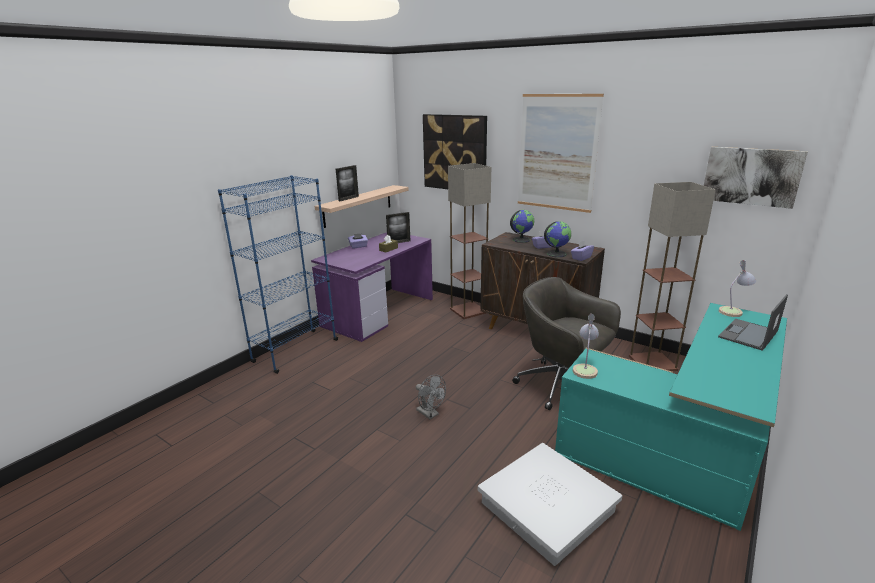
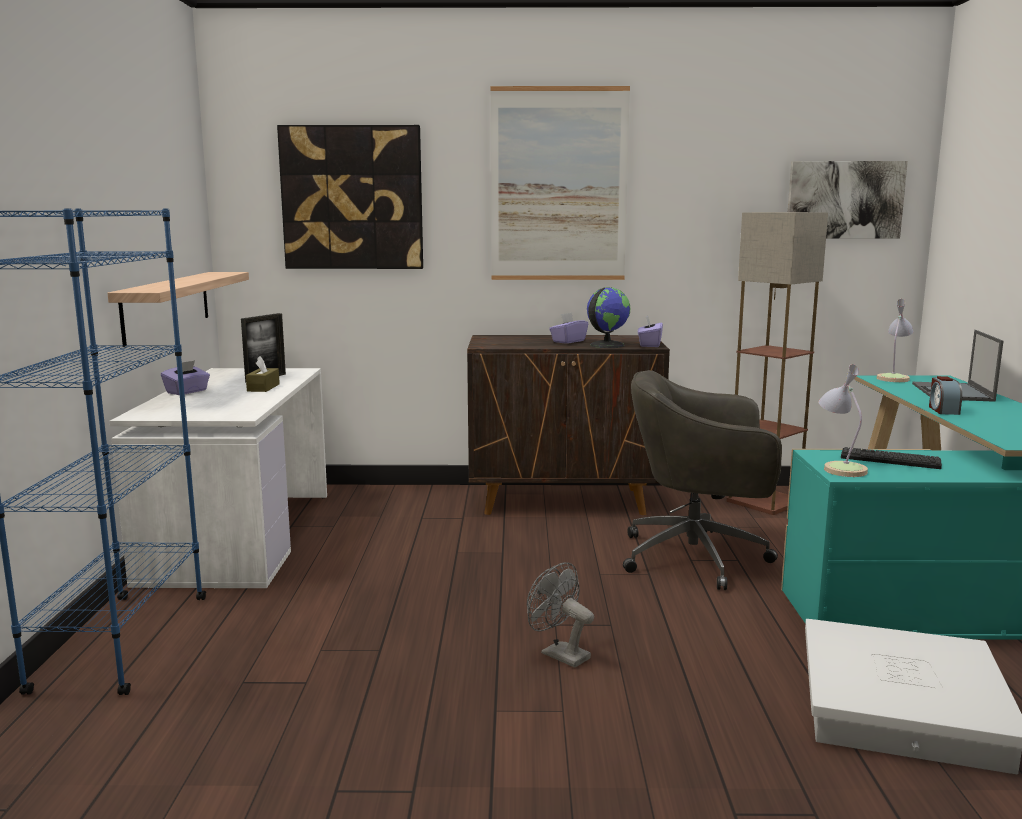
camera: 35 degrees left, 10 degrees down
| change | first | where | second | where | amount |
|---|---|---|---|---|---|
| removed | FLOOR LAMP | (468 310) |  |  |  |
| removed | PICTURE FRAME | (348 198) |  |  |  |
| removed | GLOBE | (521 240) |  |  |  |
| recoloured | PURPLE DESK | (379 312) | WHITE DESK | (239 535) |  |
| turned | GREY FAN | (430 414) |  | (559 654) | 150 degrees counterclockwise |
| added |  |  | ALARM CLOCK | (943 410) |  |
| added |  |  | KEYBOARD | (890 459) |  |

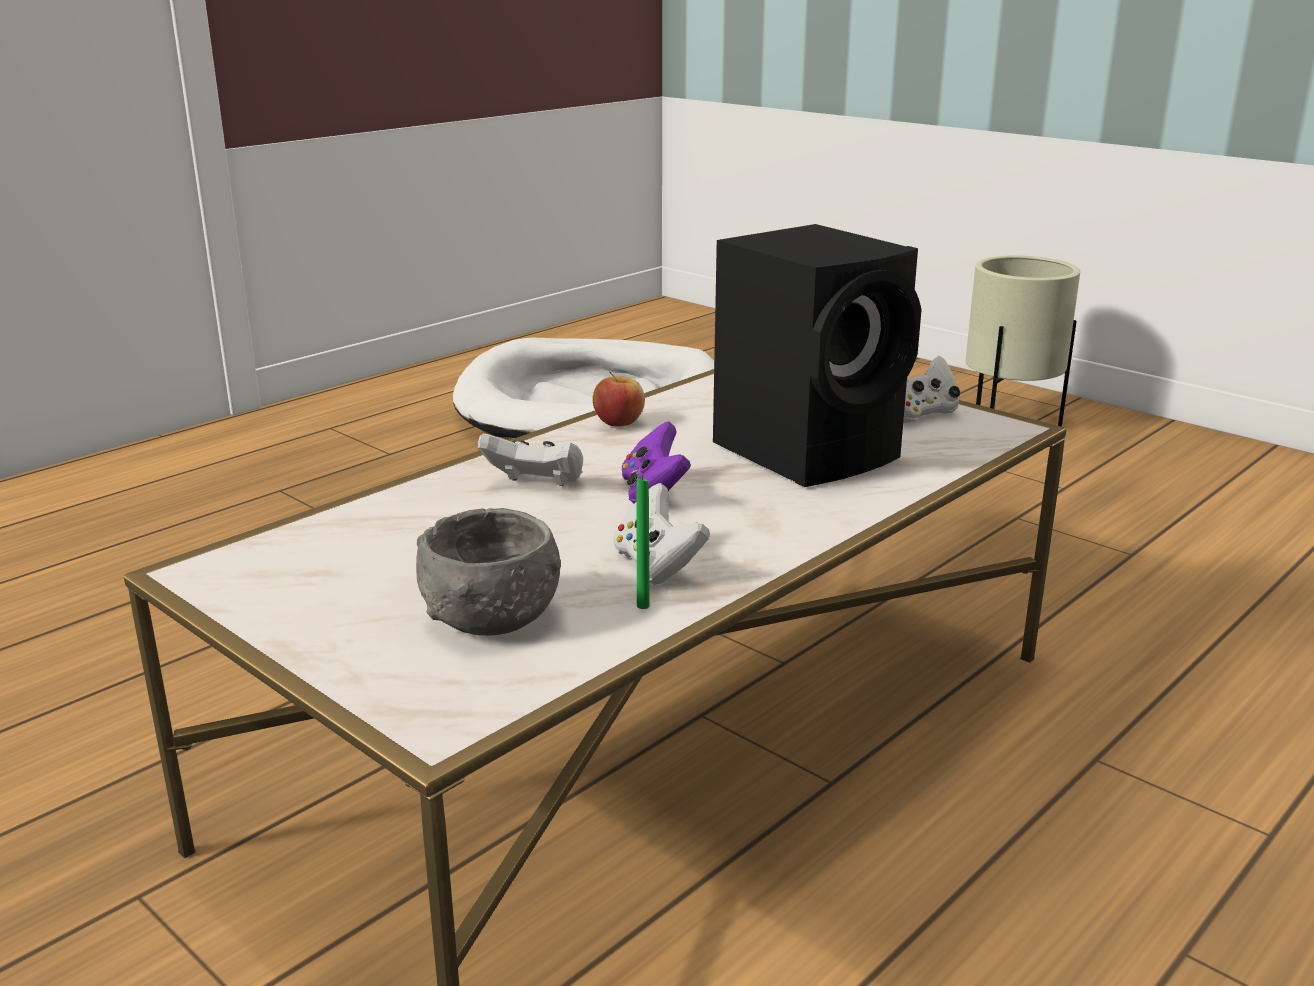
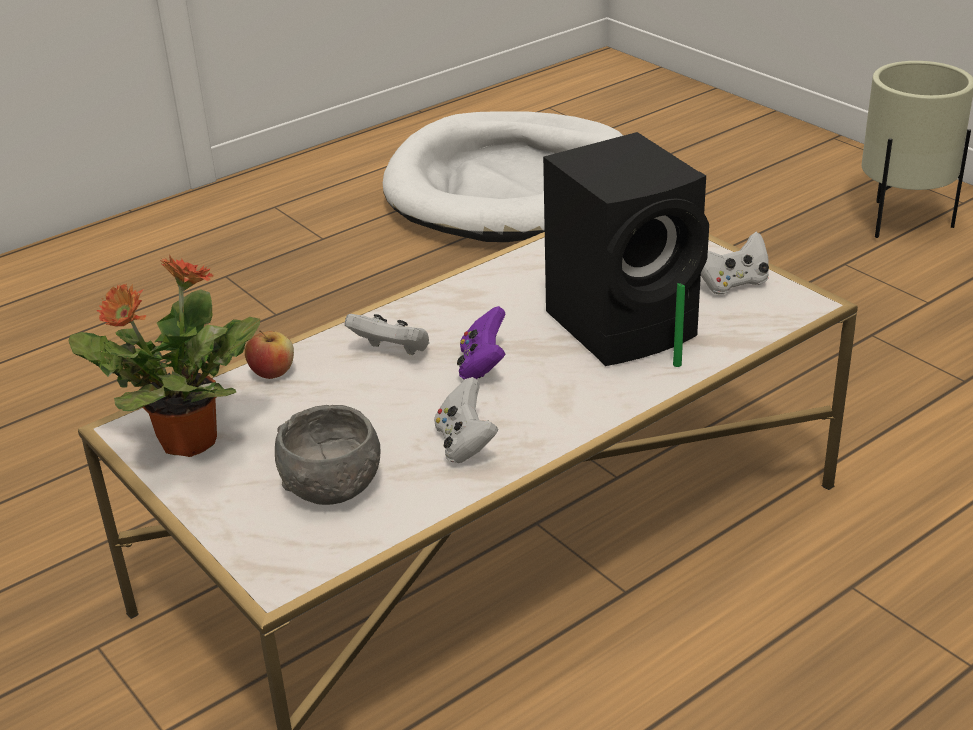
camera: 10 degrees right, 10 degrees up
| change | first | where | second | where | amount |
|---|---|---|---|---|---|
| moved | APPLE | (619 422) |  | (272 372) |  |
| moved | GREEN CANDLE | (643 606) |  | (677 364) |  |
| added |  |  | POTTED PLANT | (186 441) |  |

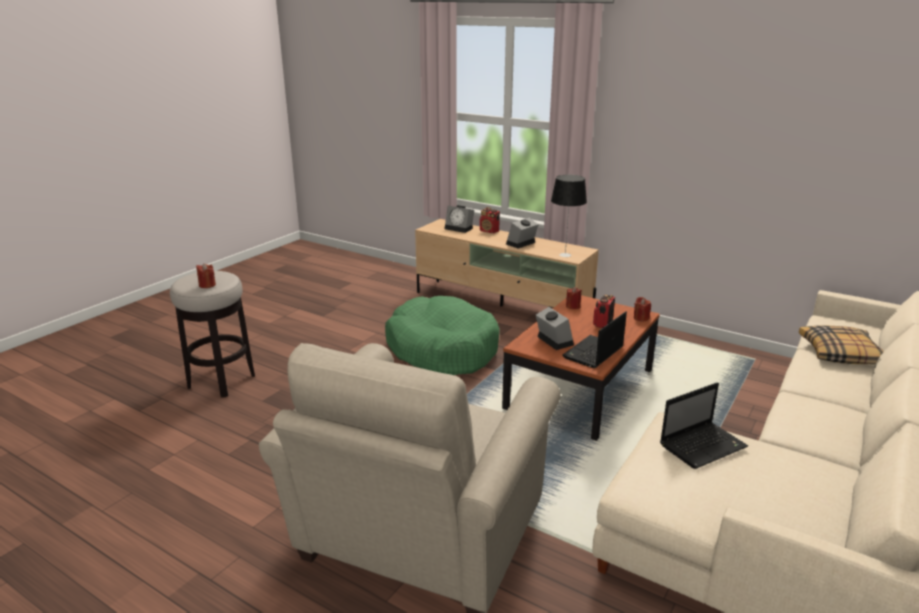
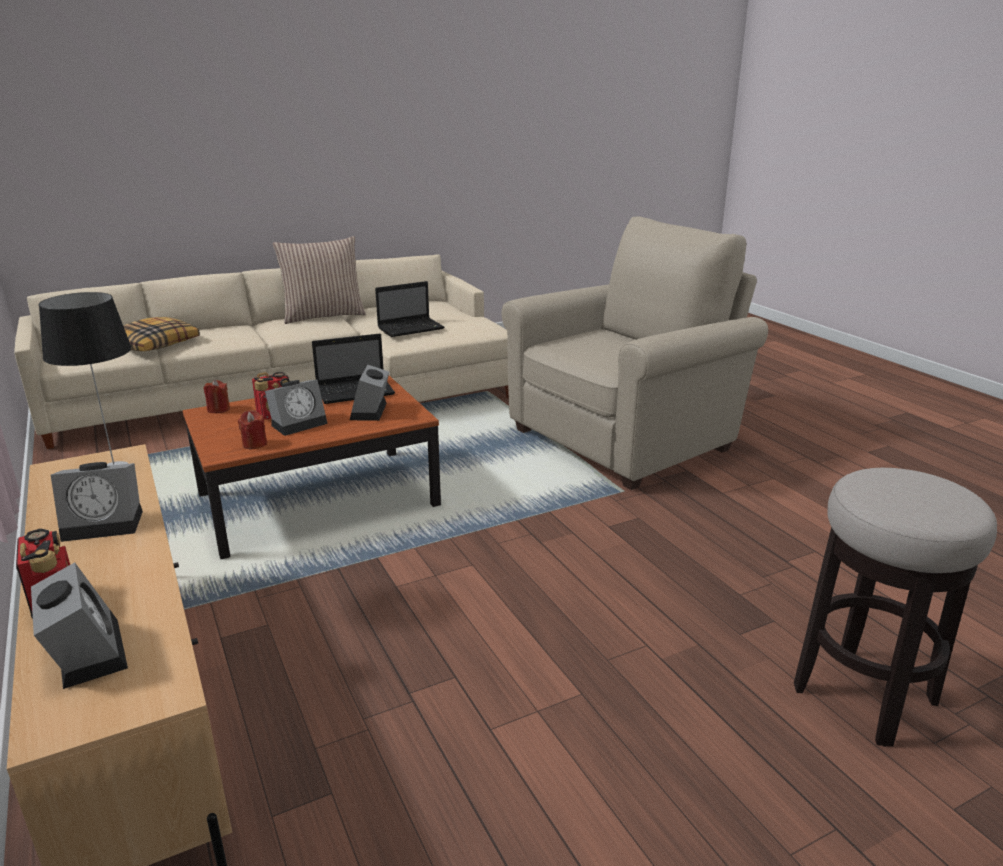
camera: 150 degrees left, 0 degrees up
| change | first | where | second | where | amount |
|---|---|---|---|---|---|
| removed | RED CANDLE | (207 285) |  |  |  |
| removed | GREEN DOG BED | (442 349) |  |  |  |
| turned | LAPTOP | (703 445) |  | (412 328) | 150 degrees clockwise |
| added |  |  | PILLOW | (323 316) |  |
| added |  |  | ALARM CLOCK | (299 423) |  |

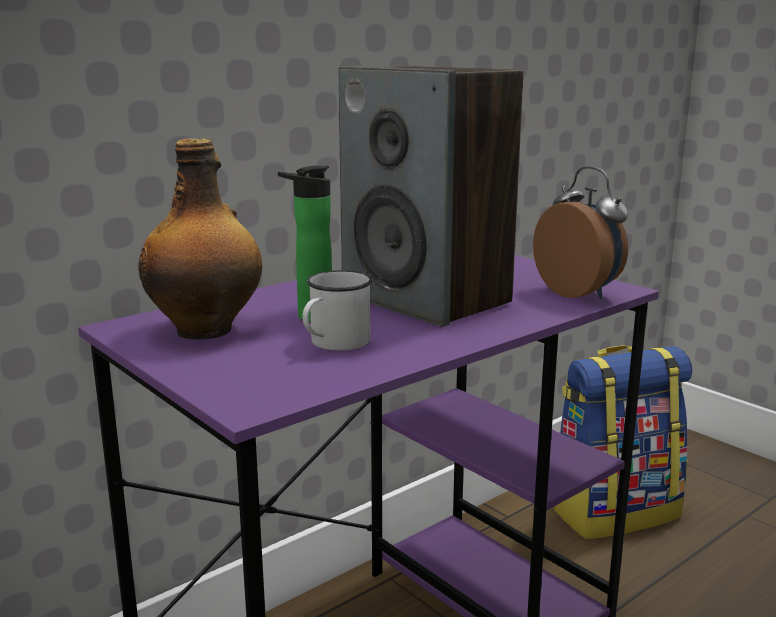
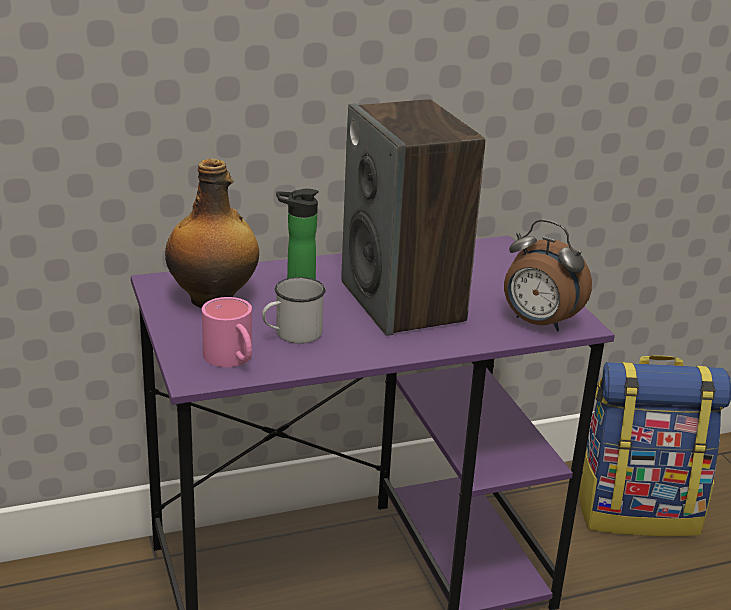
camera: 20 degrees right, 10 degrees up
| change | first | where | second | where | amount |
|---|---|---|---|---|---|
| turned | ALARM CLOCK | (580 293) |  | (538 323) | 135 degrees clockwise |
| added |  |  | PINK MUG | (233 360) |  |

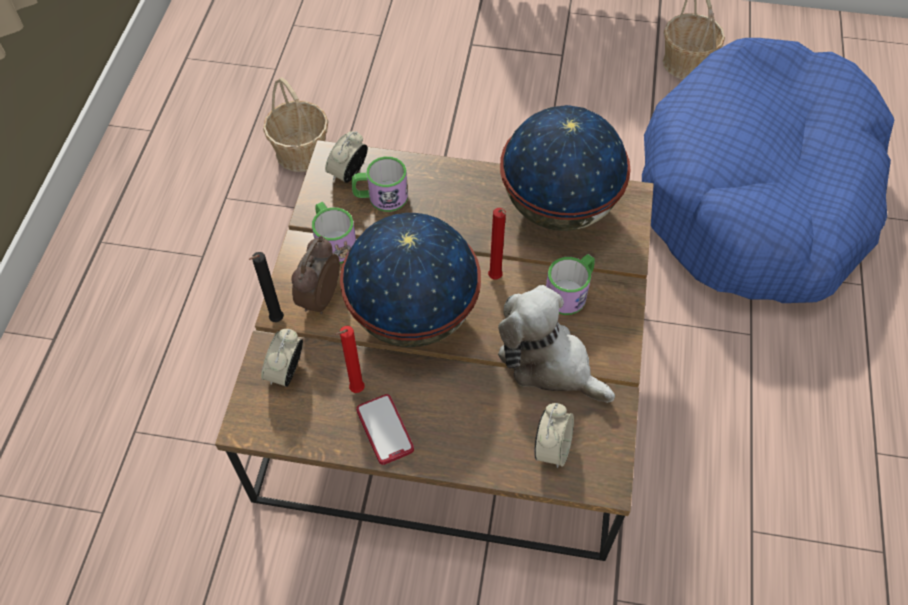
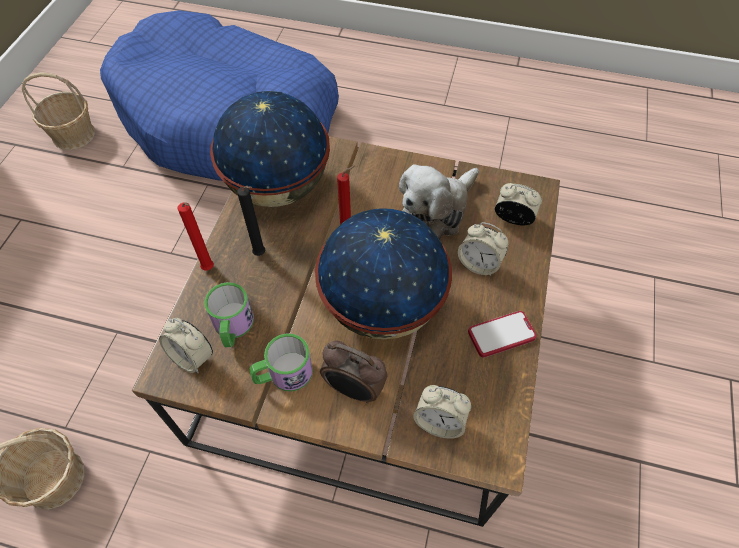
camera: 85 degrees left, 0 degrees up
| change | first | where | second | where | amount |
|---|---|---|---|---|---|
| moved | BLACK CANDLE | (275 321) |  | (261 254) |  |
| removed | MUG | (570 292) |  |  |  |
| moved | RED CANDLE | (355 391) |  | (209 269) |  |
| added |  |  | ALARM CLOCK | (479 263) |  |

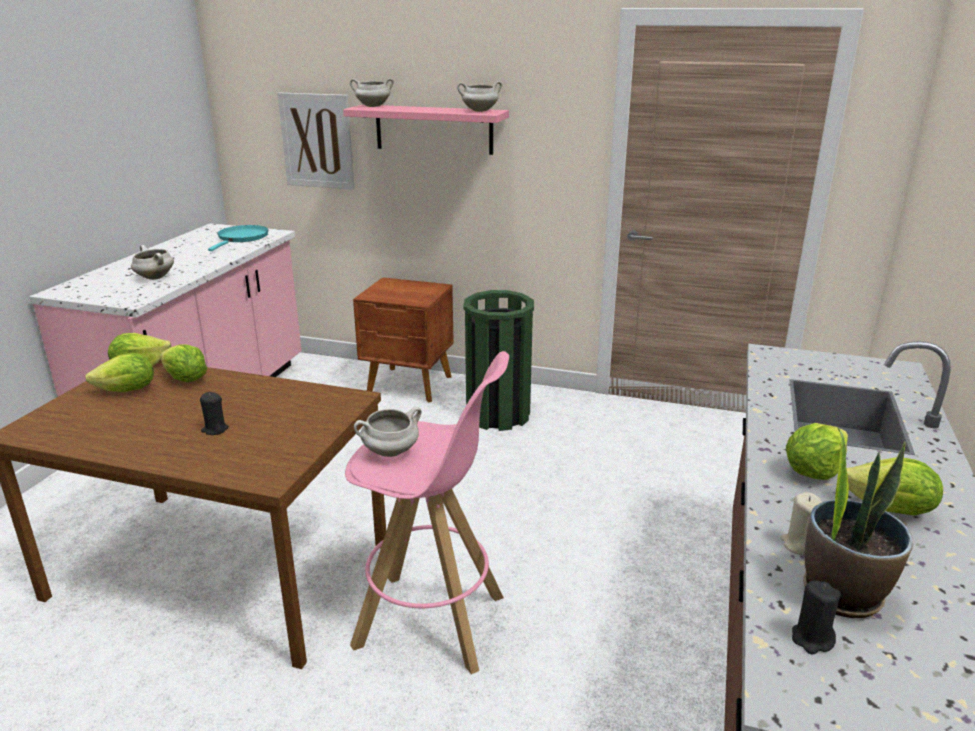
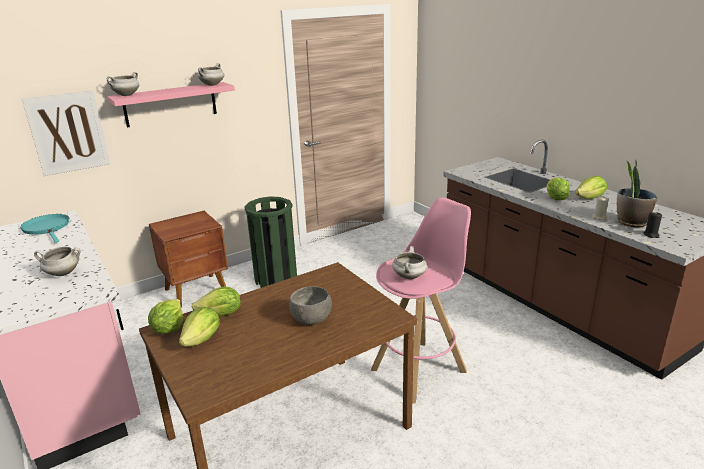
camera: 50 degrees left, 0 degrees up
| change | first | where | second | where | amount |
|---|---|---|---|---|---|
| replaced | BLACK CANDLE | (215 429) | GREY BOWL | (311 319) |  |

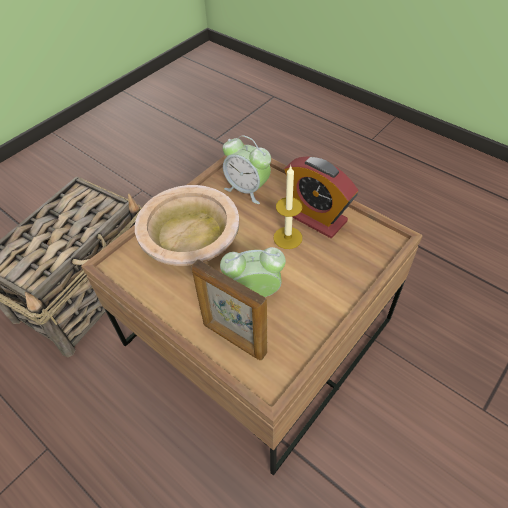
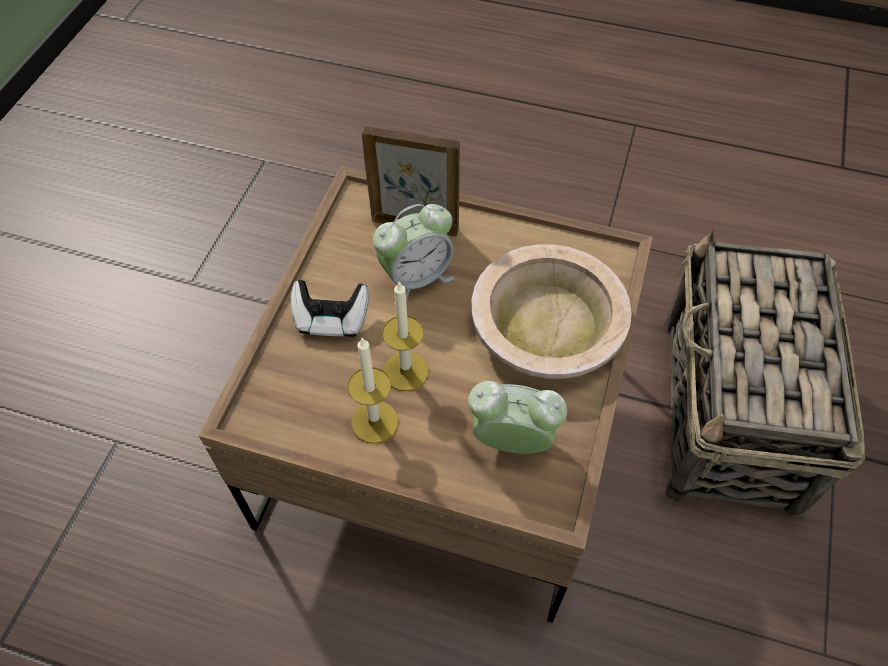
camera: 155 degrees right, 5 degrees up
| change | first | where | second | where | amount |
|---|---|---|---|---|---|
| replaced | ALARM CLOCK | (316 217) | CANDLE | (374 422) |  |
| added |  |  | GAME CONTROLLER | (331 320) |  |

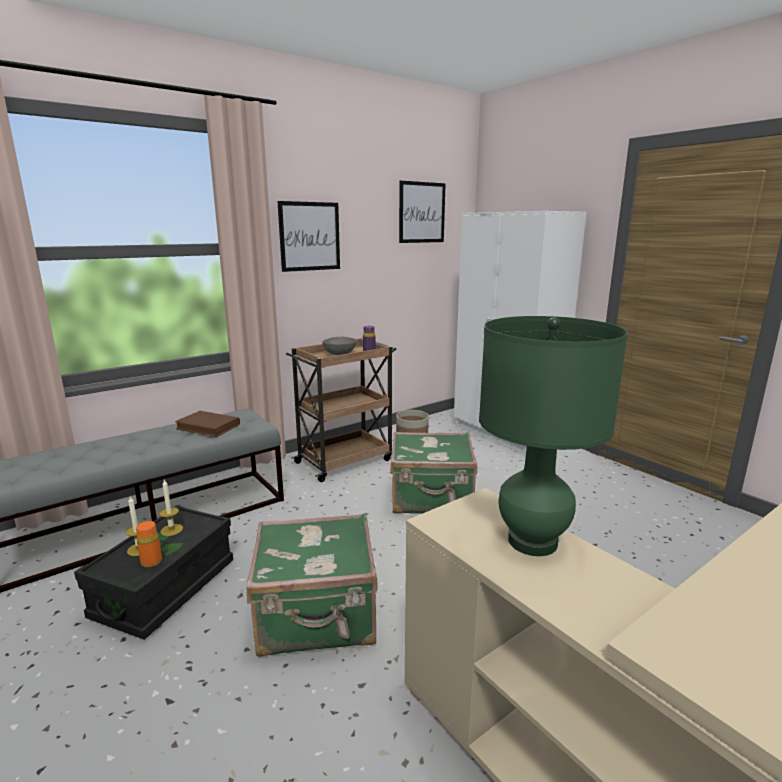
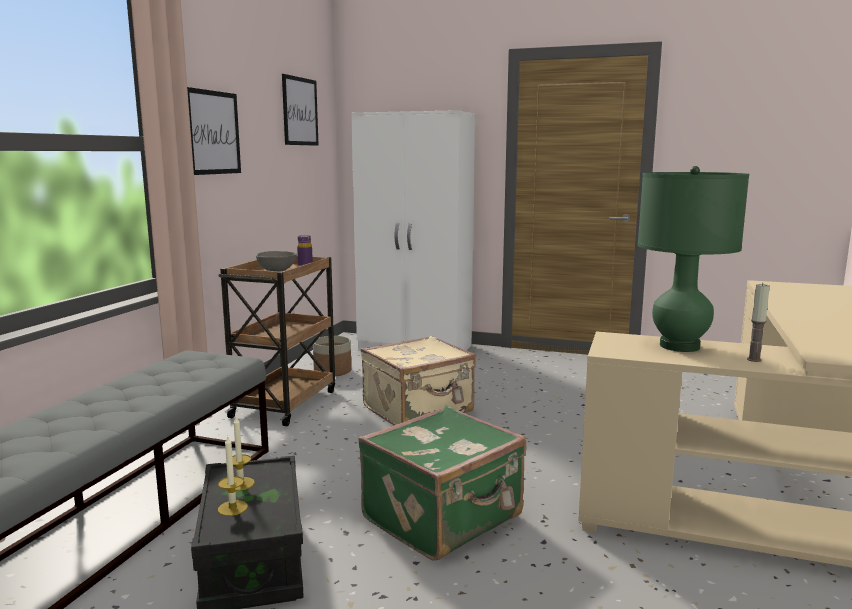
camera: 35 degrees left, 5 degrees down
| change | first | where | second | where | amount |
|---|---|---|---|---|---|
| removed | BROWN BOOK | (208 427) |  |  |  |
| recoloured | GREEN SUITCASE | (432 498) | BEIGE SUITCASE | (419 410) |  |
| removed | ORANGE BOTTLE | (151 562) |  |  |  |
| added |  |  | CANDLE | (754 360) |  |

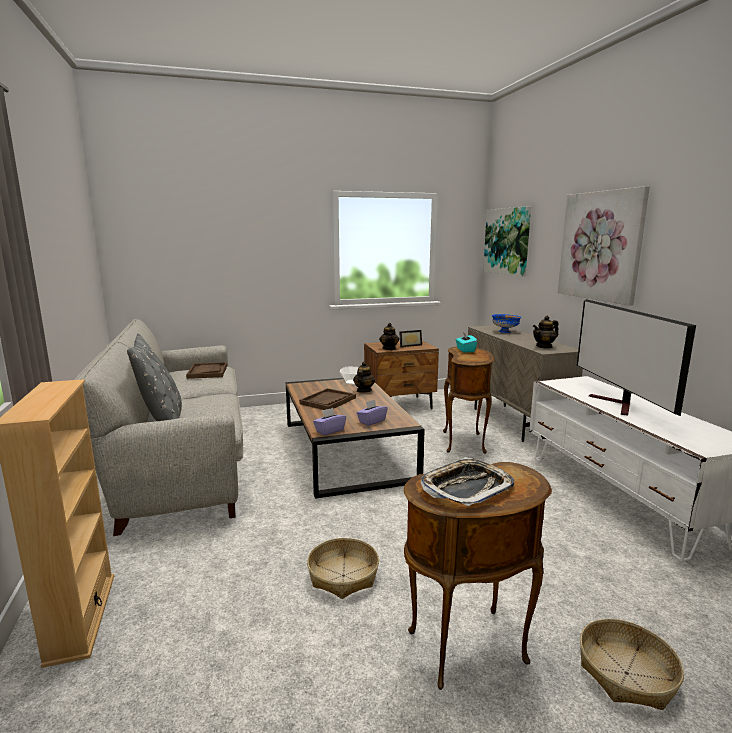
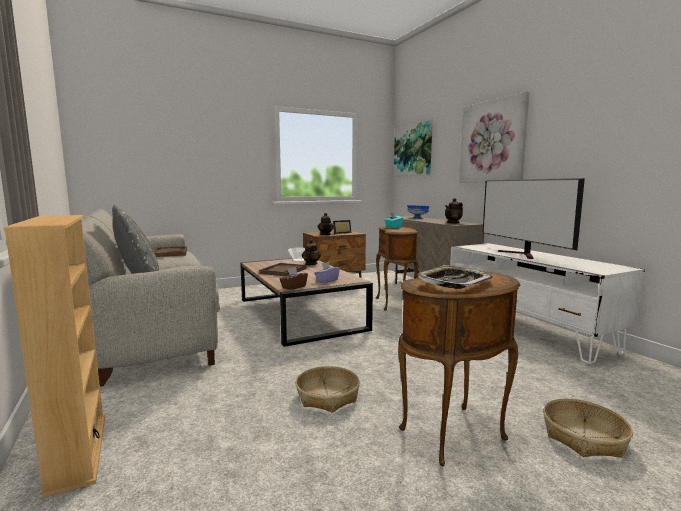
camera: 10 degrees left, 5 degrees down
| change | first | where | second | where | amount |
|---|---|---|---|---|---|
| recoloured | PURPLE TISSUE BOX | (329 431) | BROWN TISSUE BOX | (293 287) |  |

